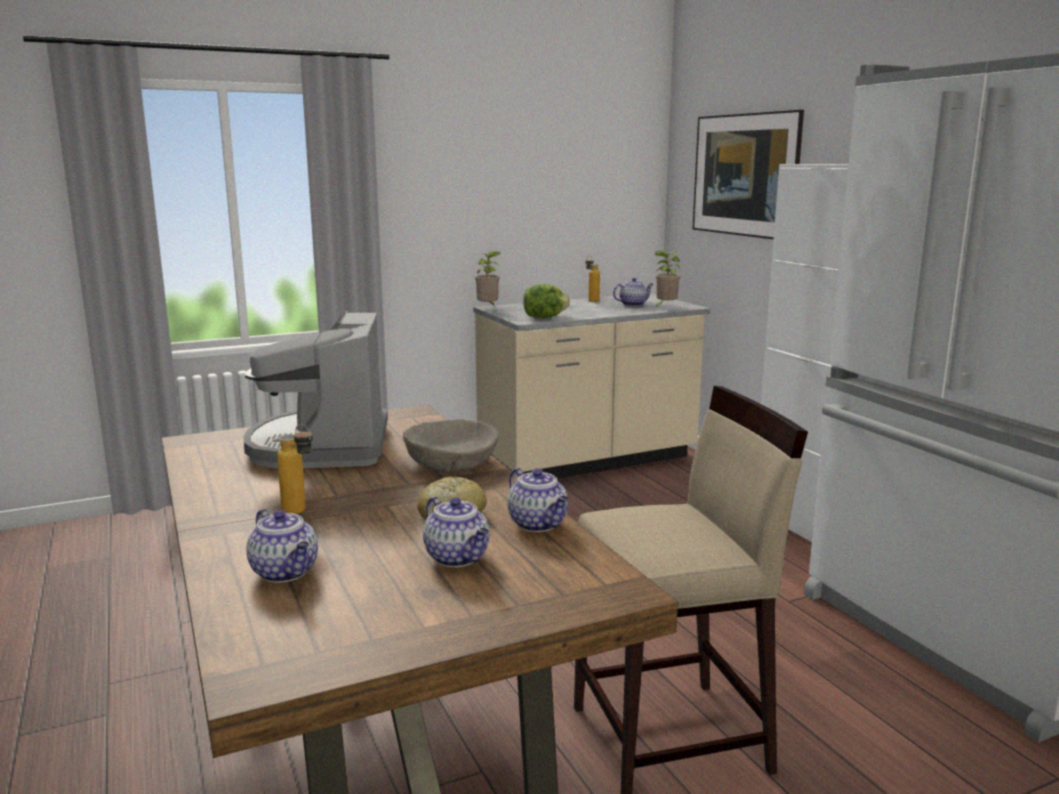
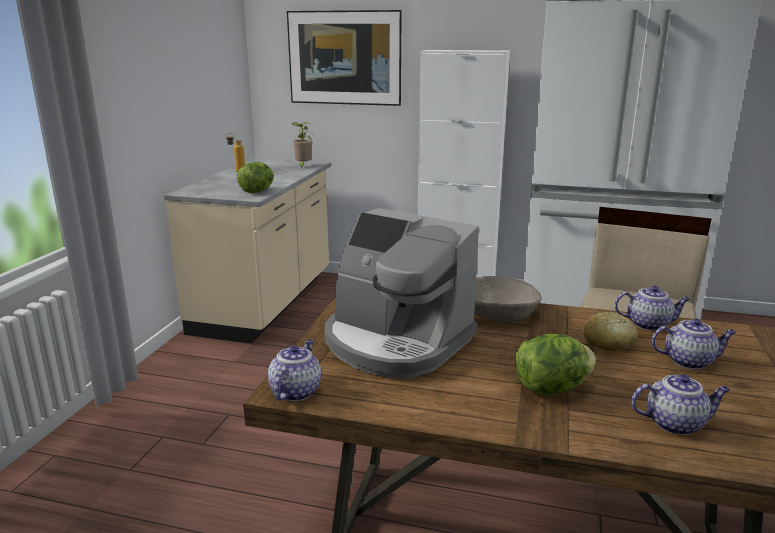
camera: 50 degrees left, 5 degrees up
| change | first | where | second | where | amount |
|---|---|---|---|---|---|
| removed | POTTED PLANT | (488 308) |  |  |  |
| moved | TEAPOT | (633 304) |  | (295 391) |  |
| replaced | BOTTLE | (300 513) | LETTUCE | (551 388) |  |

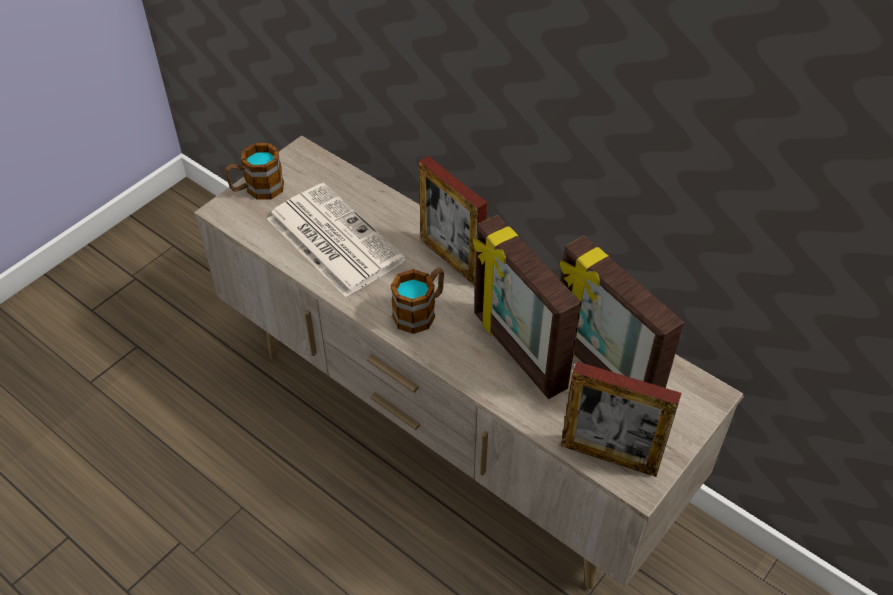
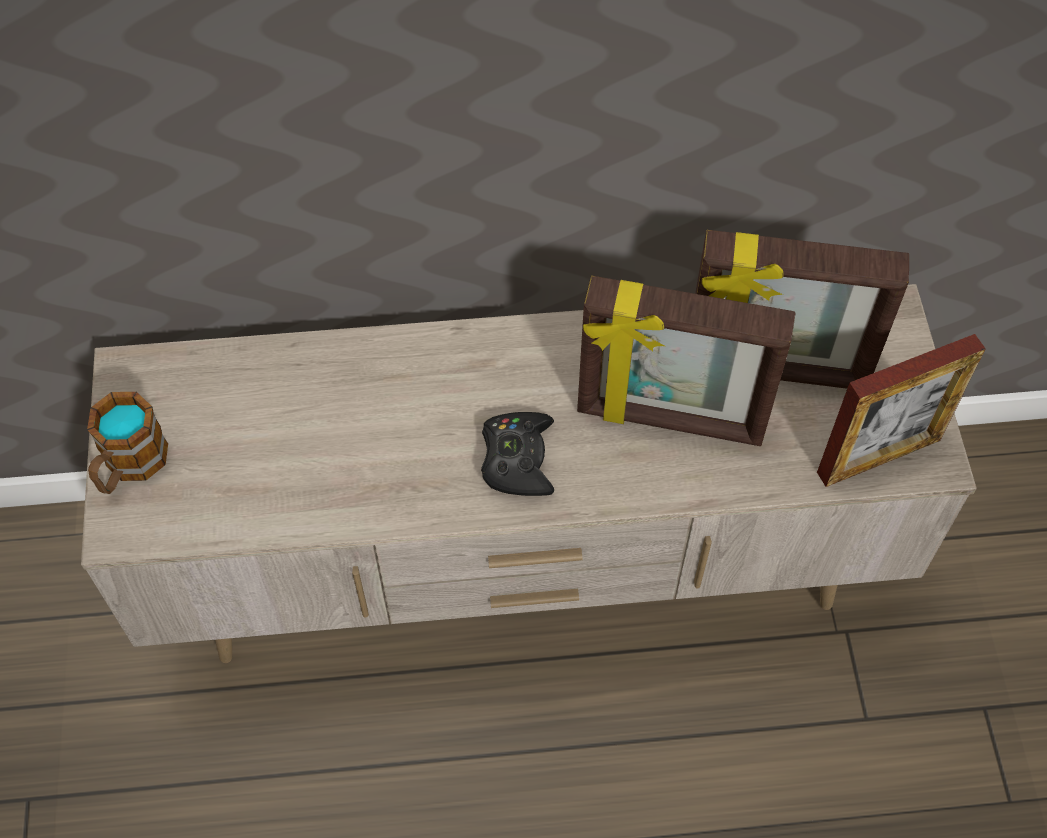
camera: 45 degrees left, 10 degrees up
| change | first | where | second | where | amount |
|---|---|---|---|---|---|
| removed | PICTURE FRAME | (451 259) |  |  |  |
| removed | NEWSPAPER | (332 239) |  |  |  |
| replaced | MUG | (420 311) | BLACK GAME CONTROLLER | (518 459) |  |

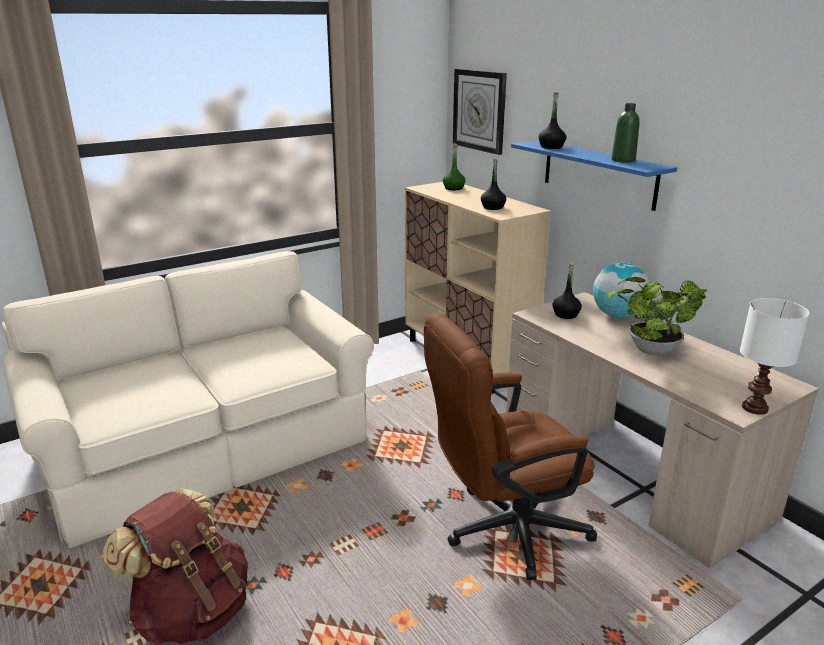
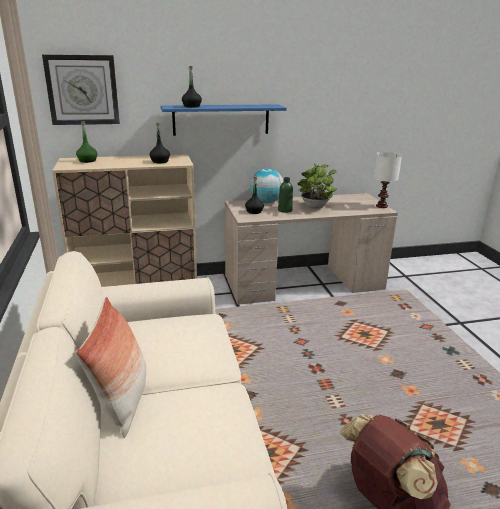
camera: 70 degrees left, 0 degrees up
| change | first | where | second | where | amount |
|---|---|---|---|---|---|
| moved | GREEN BOTTLE | (623 160) |  | (285 210) |  |
| removed | BROWN OFFICE CHAIR | (504 530) |  |  |  |
| added |  |  | PILLOW | (123 400) |  |

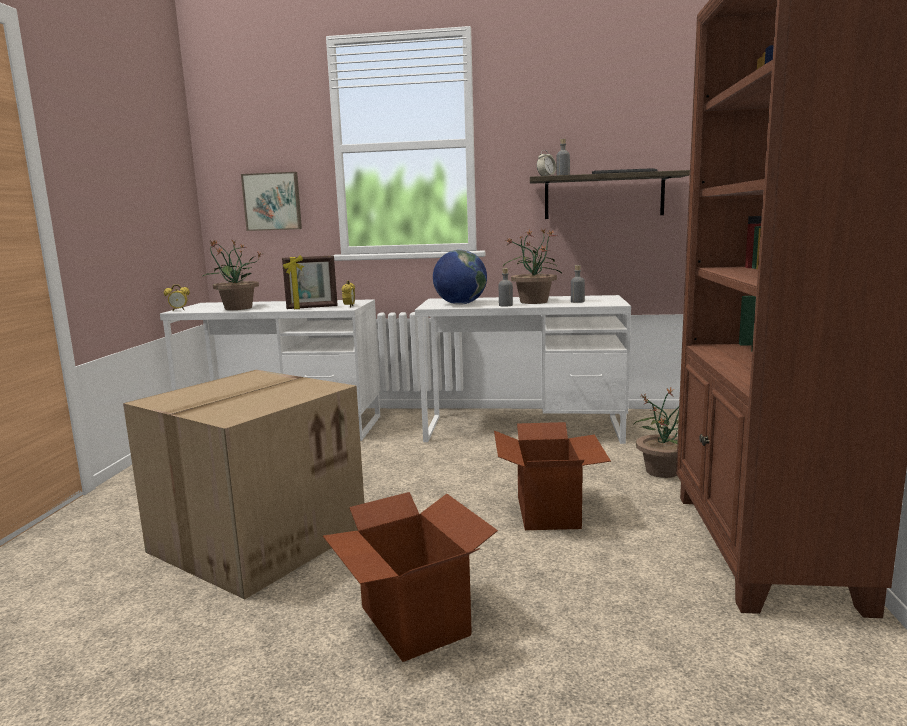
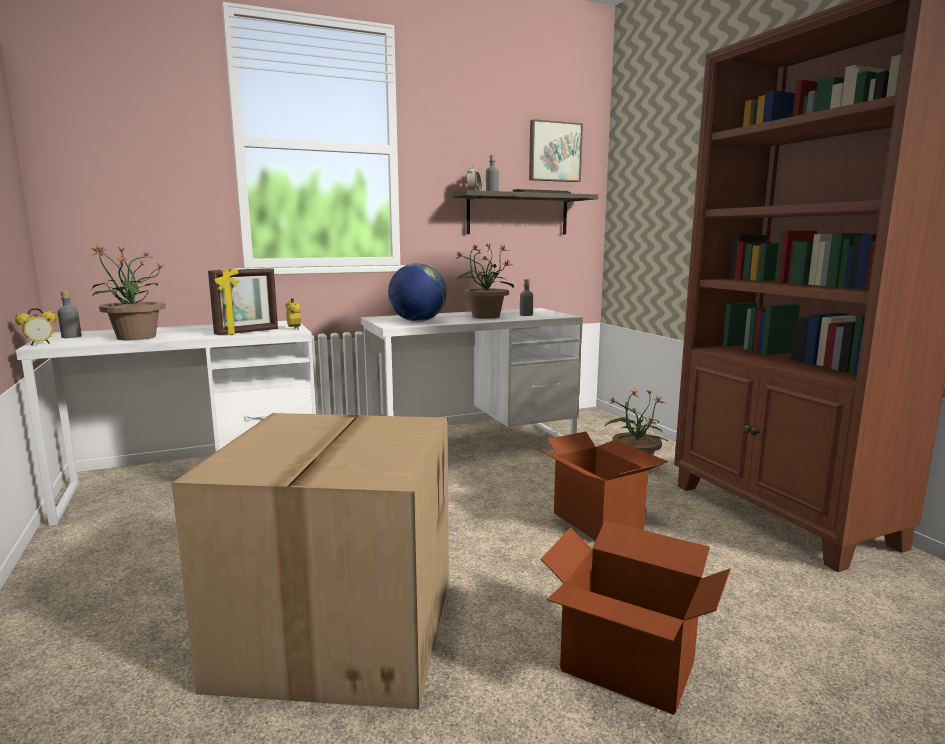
camera: 30 degrees left, 0 degrees up
| change | first | where | second | where | amount |
|---|---|---|---|---|---|
| moved | PICTURE | (272 201) |  | (554 152) |  |
| moved | GREY BOTTLE | (505 305) |  | (71 336) |  |

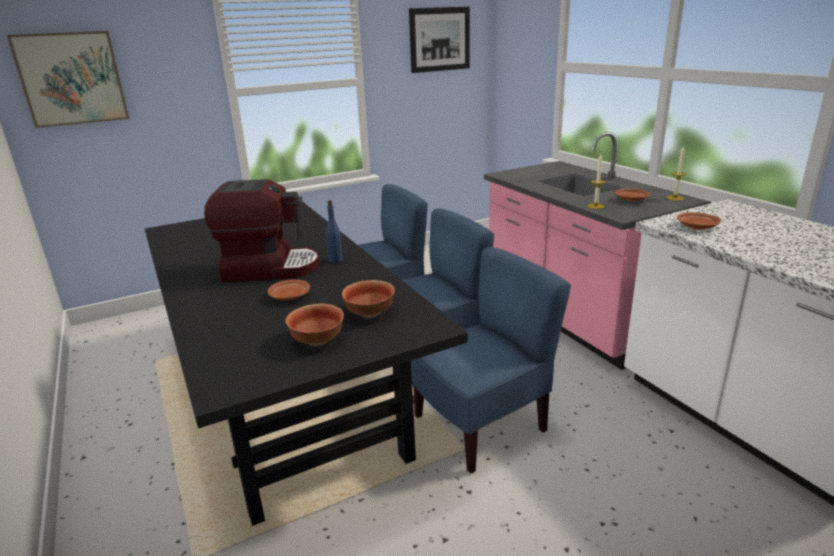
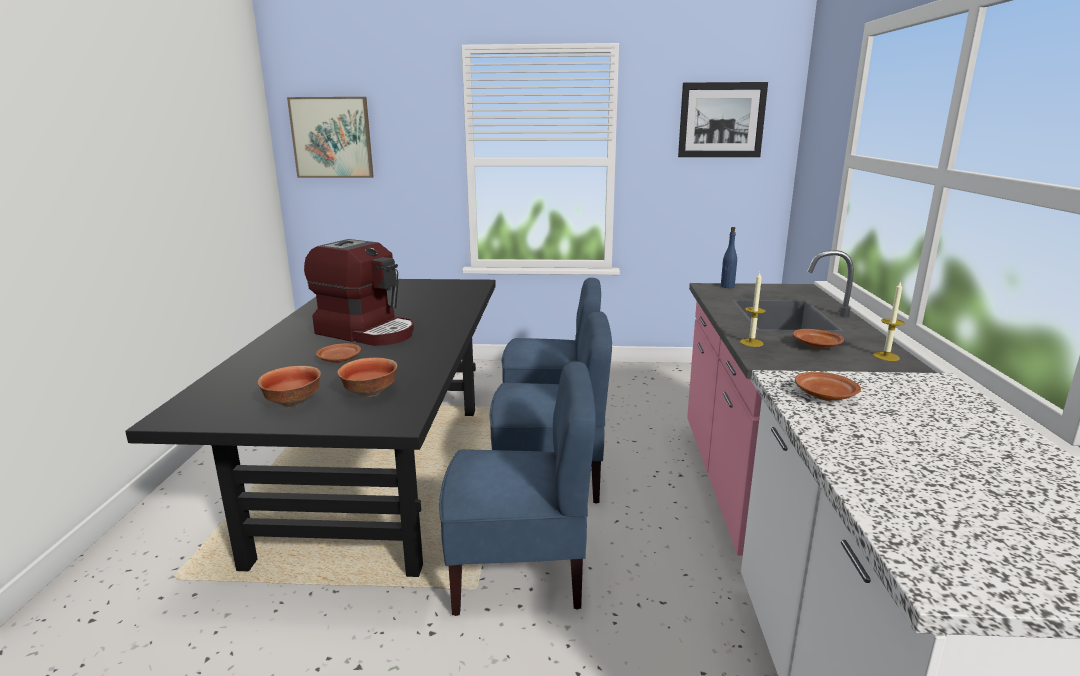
camera: 30 degrees right, 5 degrees down
| change | first | where | second | where | amount |
|---|---|---|---|---|---|
| moved | BLUE BOTTLE | (335 260) |  | (727 286) |  |

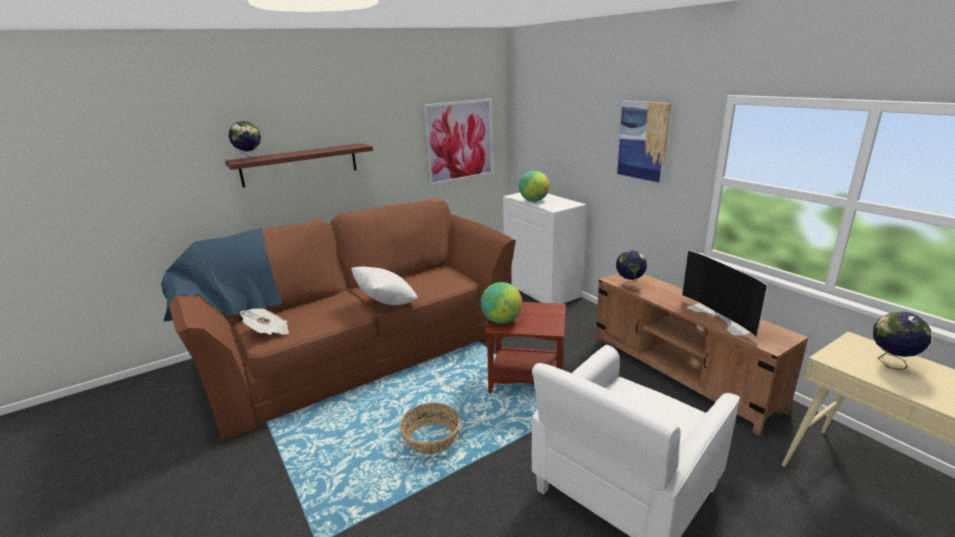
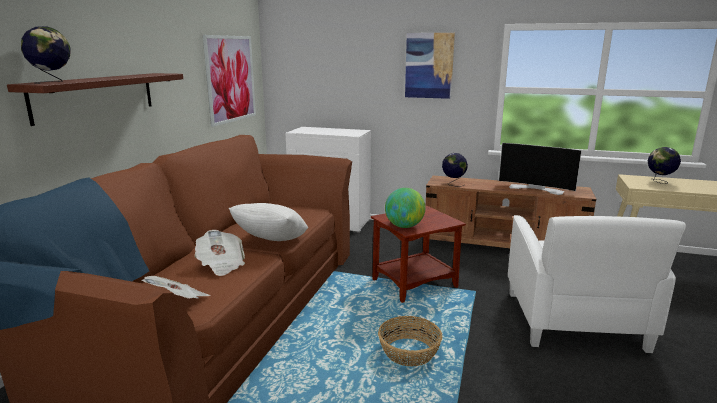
camera: 40 degrees left, 5 degrees down
| change | first | where | second | where | amount |
|---|---|---|---|---|---|
| removed | GLOBE | (534 201) |  |  |  |
| added |  |  | NEWSPAPER | (221 265) |  |

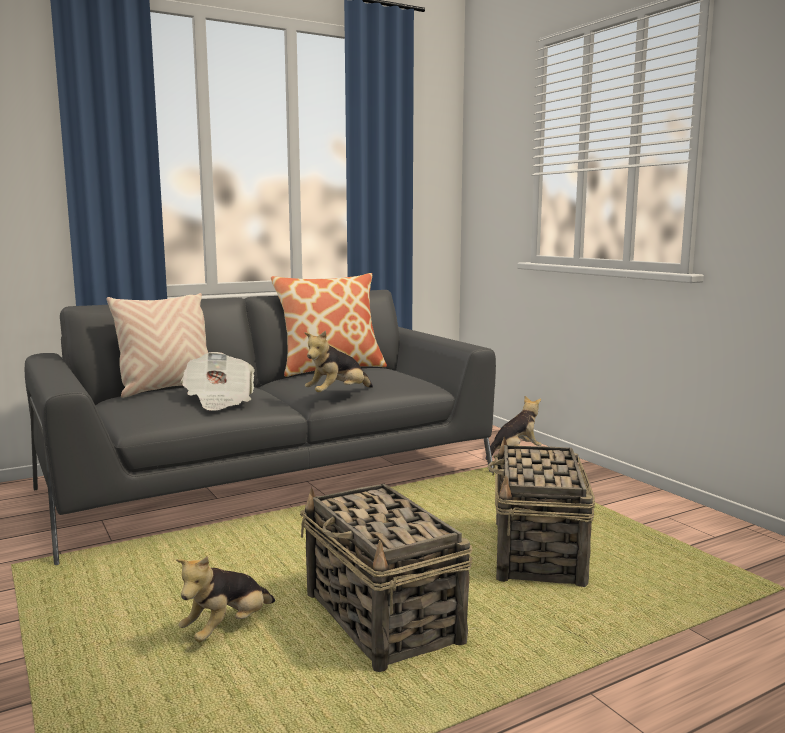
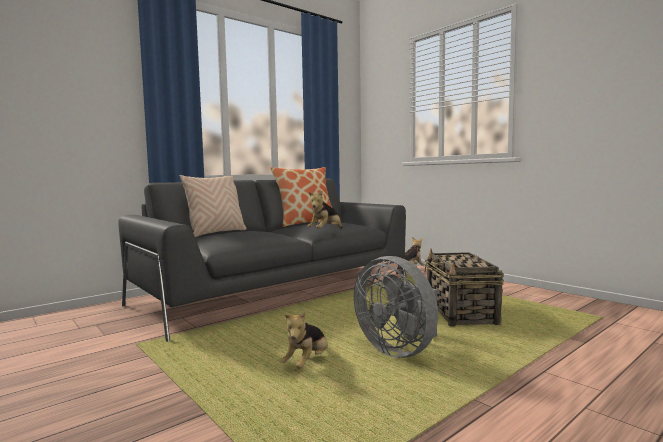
camera: 10 degrees left, 5 degrees down
| change | first | where | second | where | amount |
|---|---|---|---|---|---|
| removed | NEWSPAPER | (219 401) |  |  |  |
| replaced | BASKET | (383 619) | GREY FAN | (399 349) |  |

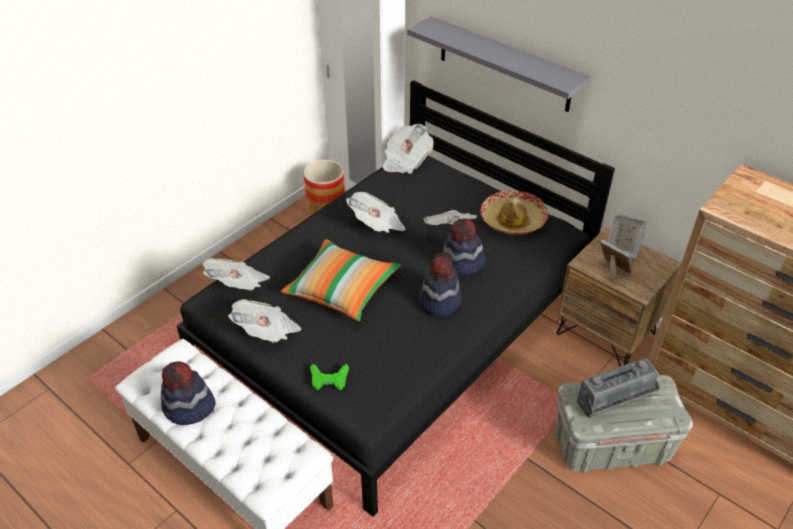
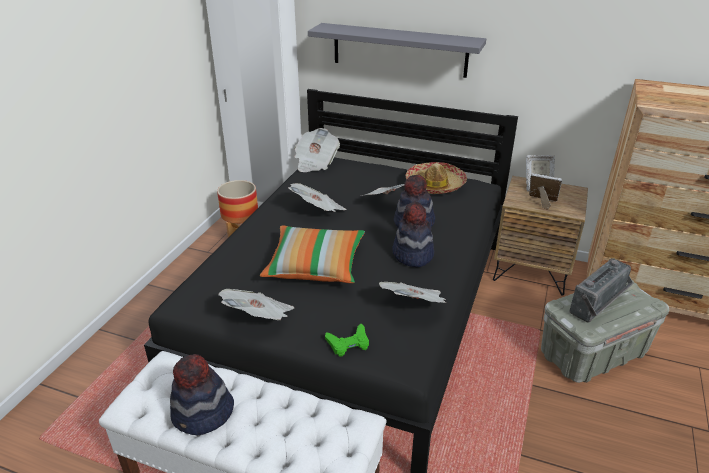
camera: 20 degrees left, 10 degrees down
| change | first | where | second | where | amount |
|---|---|---|---|---|---|
| moved | NEWSPAPER | (239 285) |  | (414 306) |  |

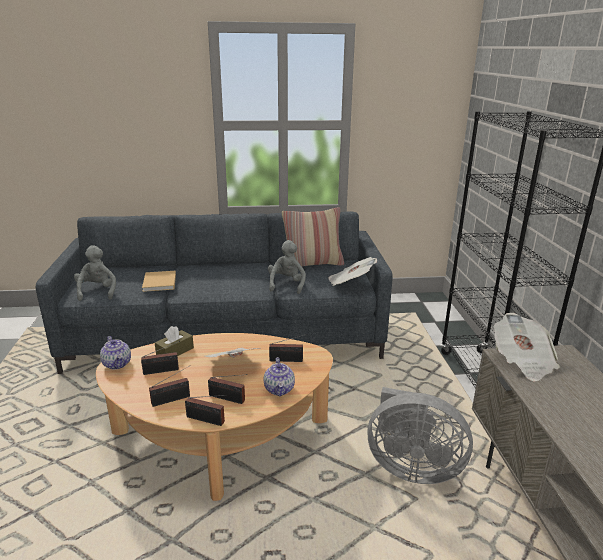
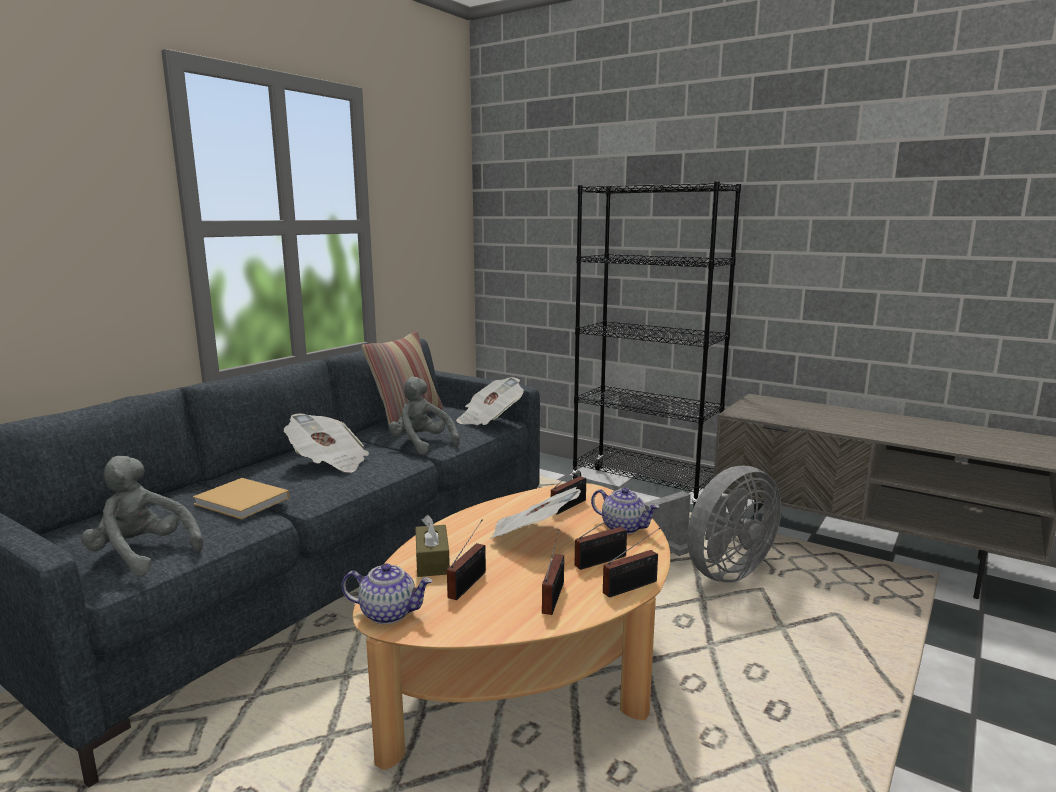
camera: 50 degrees left, 10 degrees down
| change | first | where | second | where | amount |
|---|---|---|---|---|---|
| moved | NEWSPAPER | (522 361) |  | (329 462) |  |

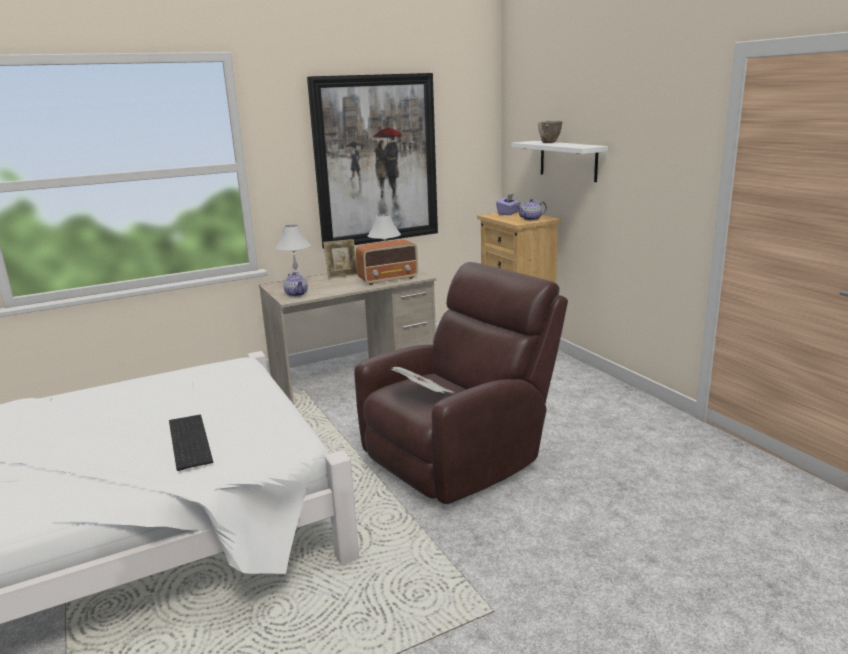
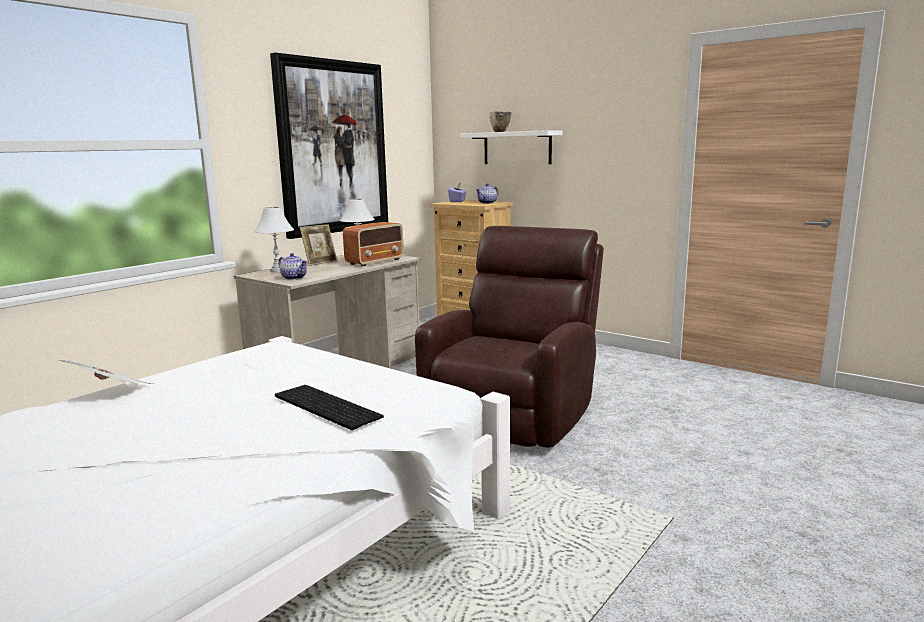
camera: 25 degrees left, 5 degrees down
| change | first | where | second | where | amount |
|---|---|---|---|---|---|
| moved | NEWSPAPER | (423 395) |  | (110 392) |  |

